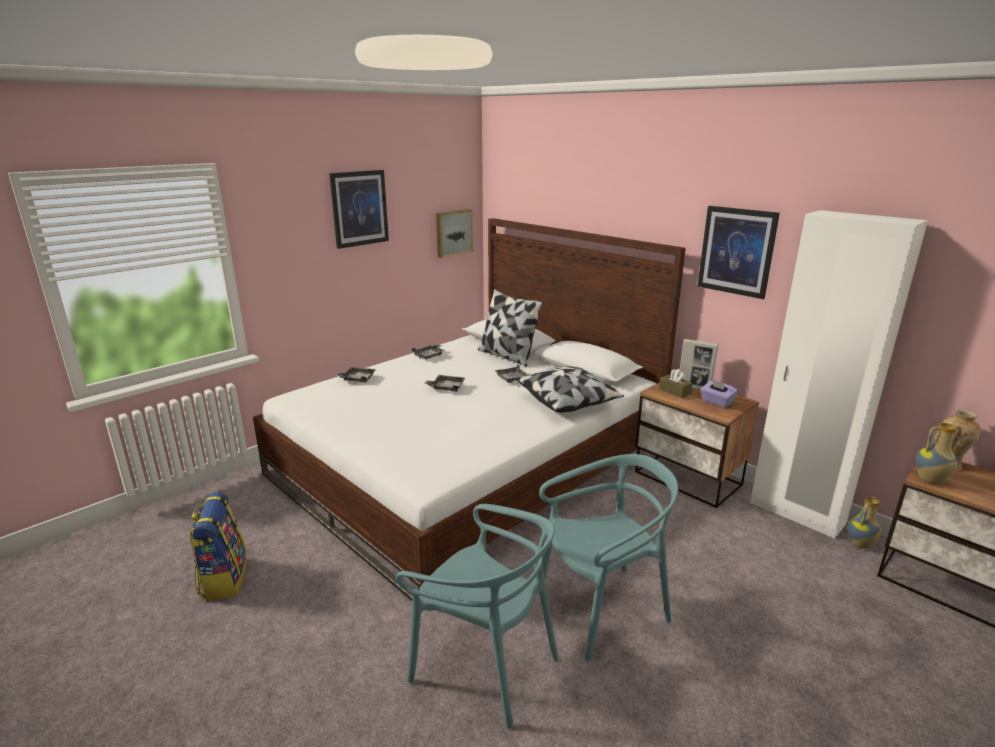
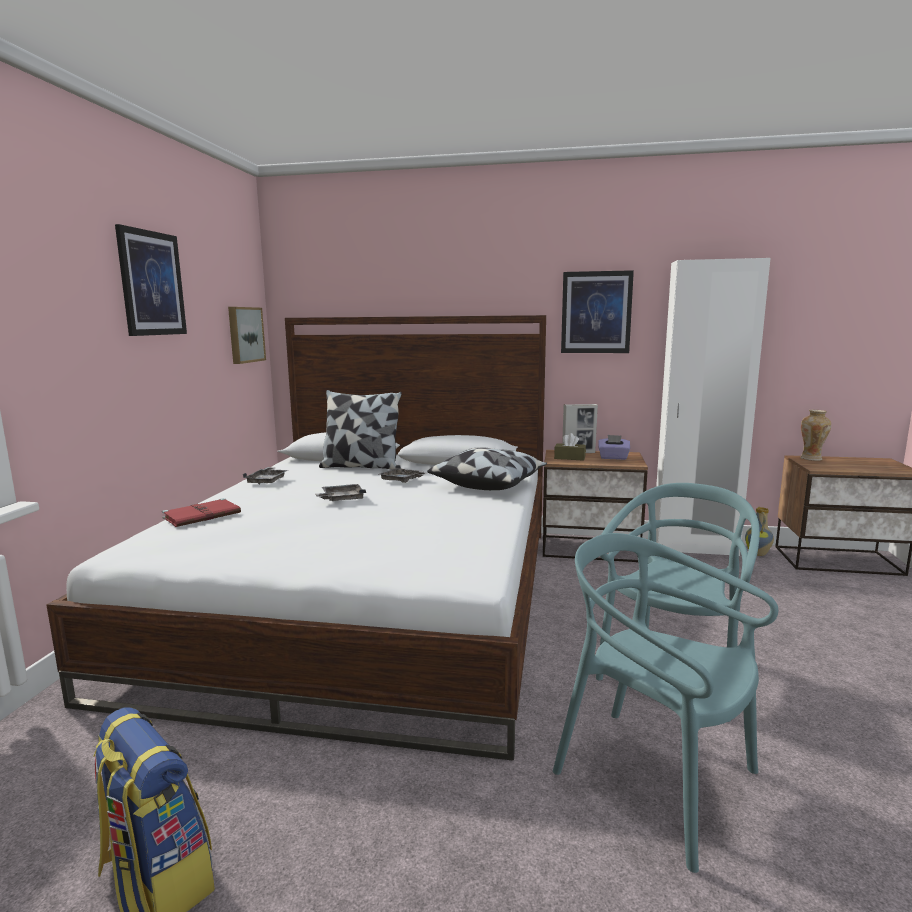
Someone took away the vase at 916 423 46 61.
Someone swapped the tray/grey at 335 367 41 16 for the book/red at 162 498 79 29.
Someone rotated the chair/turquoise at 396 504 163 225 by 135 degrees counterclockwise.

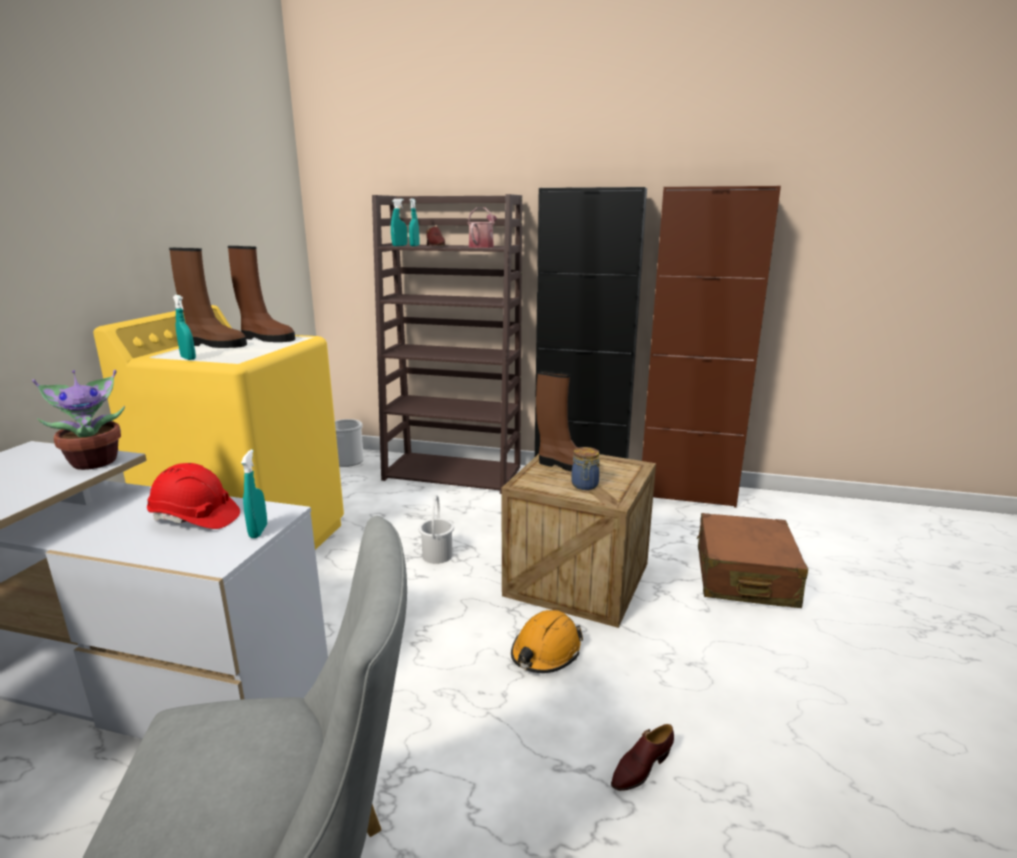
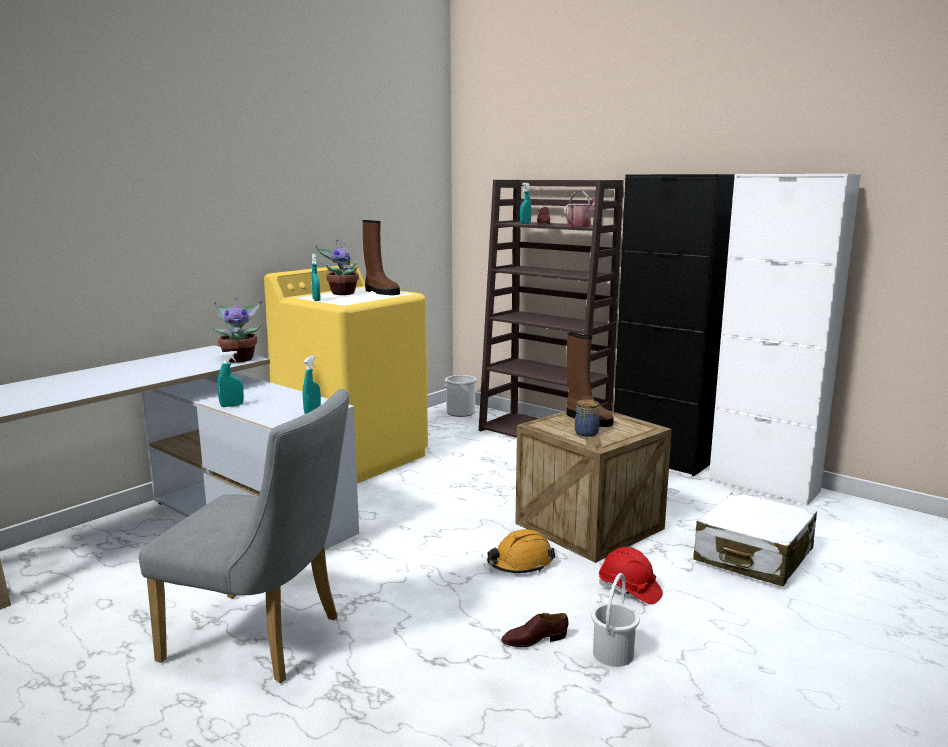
Someone carried the hard hat/red from 147 463 93 66 to 599 547 64 57.
Someone carried the spray bottle/turquoise from 391 199 17 47 to 217 351 27 56.
Someone carried the bucket/white from 418 495 36 69 to 591 573 49 94.
Someone swapped the boot/brown at 169 248 78 100 for the potted plant at 315 240 44 55.
Someone repainted the cabinet/brown at 642 186 139 322, which became the cabinet/white at 709 174 152 332.
Someone repainted the suitcase/brown at 697 513 111 95, which became the suitcase/white at 693 492 124 94.

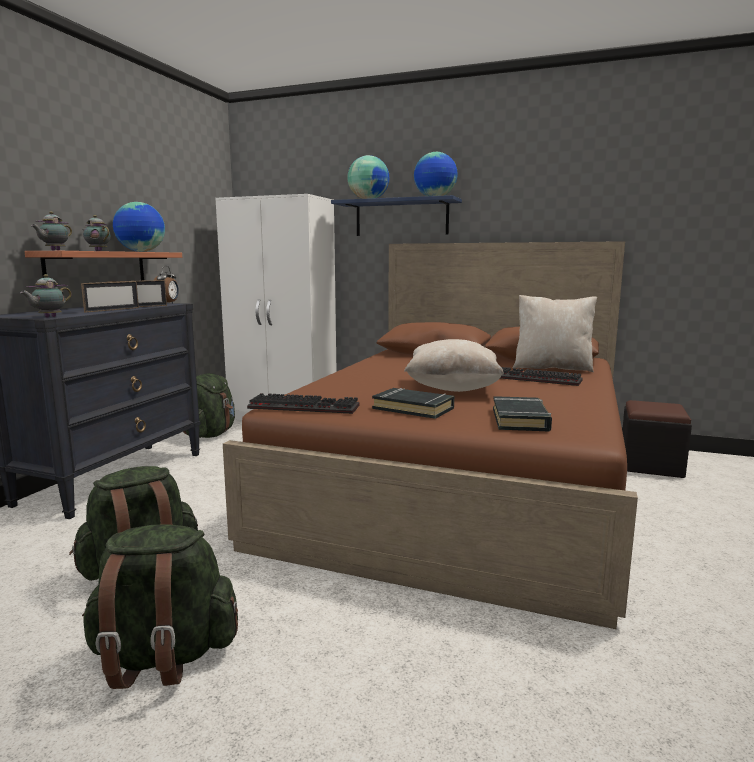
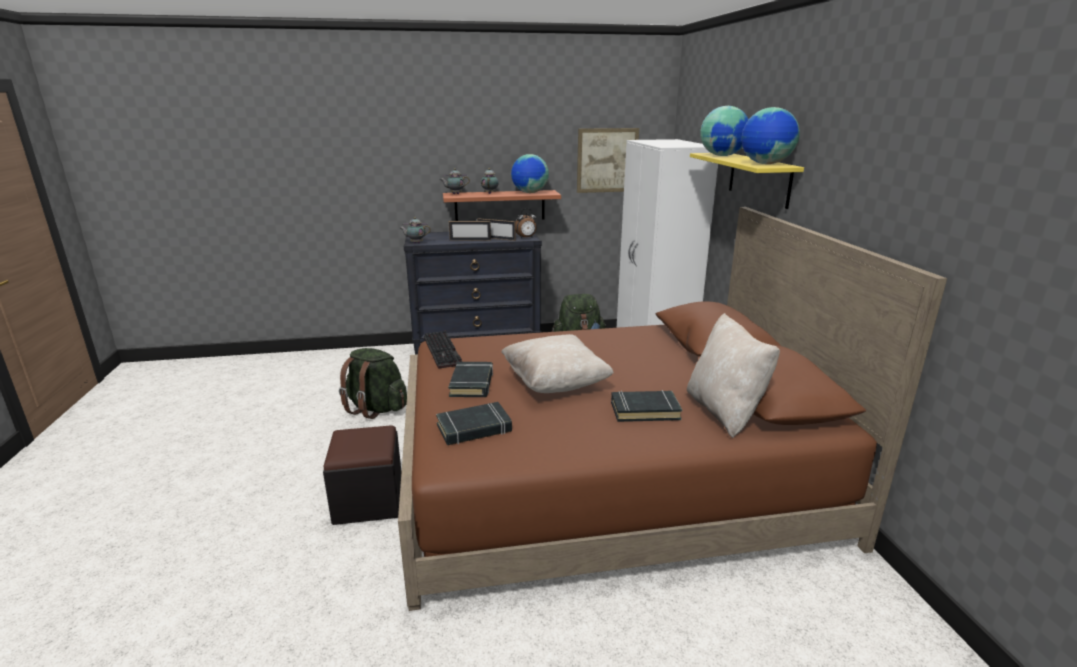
Someone took away the backpack/green at 82 524 156 165.
Someone put up the picture at 577 128 62 65.
Someone carried the ottoman/black from 622 400 70 78 to 323 425 78 100.
Someone swapped the keyboard at 500 367 83 19 for the book/black at 611 390 71 32.
Someone repainted the shelf/blue at 331 195 131 41, which became the shelf/yellow at 690 153 114 56.

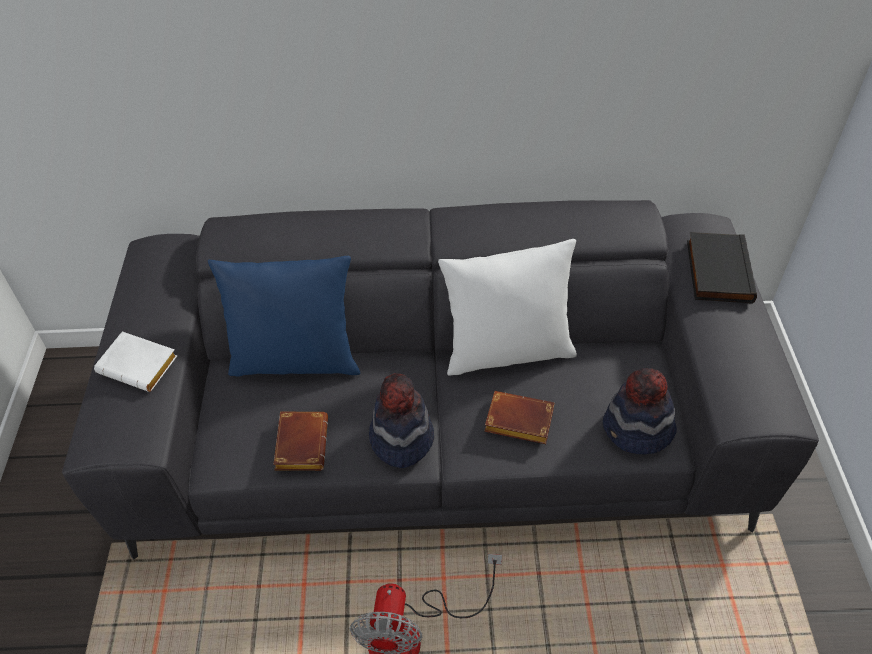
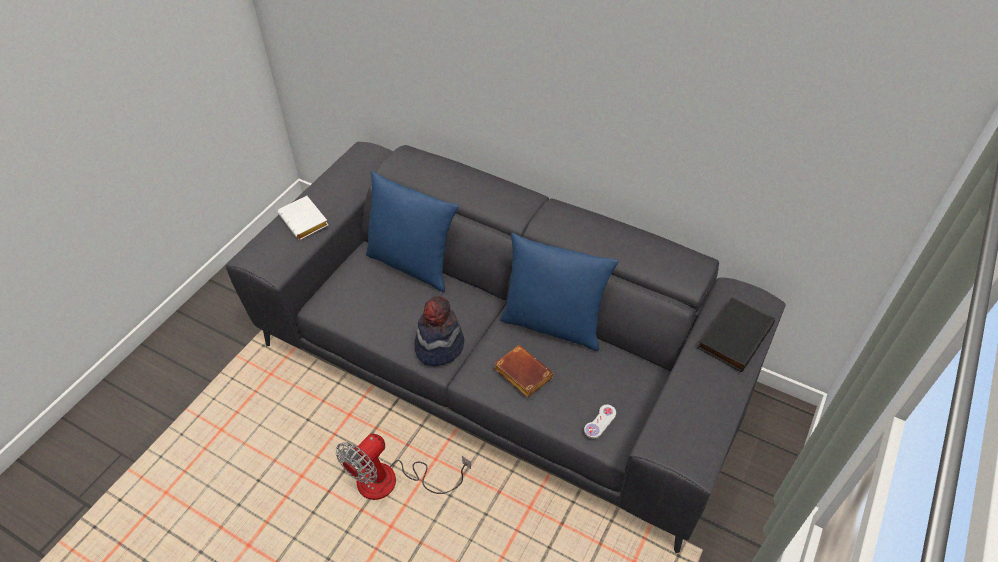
Someone took away the book/brown at 273 412 55 59.
Someone swapped the hat at 603 368 74 87 for the game controller/white at 584 405 32 34.
Someone repainted the pillow/white at 438 239 139 137, which became the pillow/blue at 500 233 118 118.

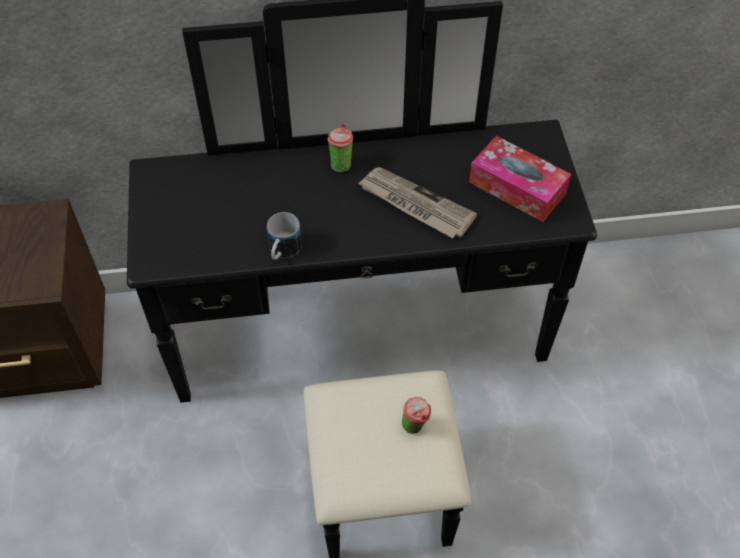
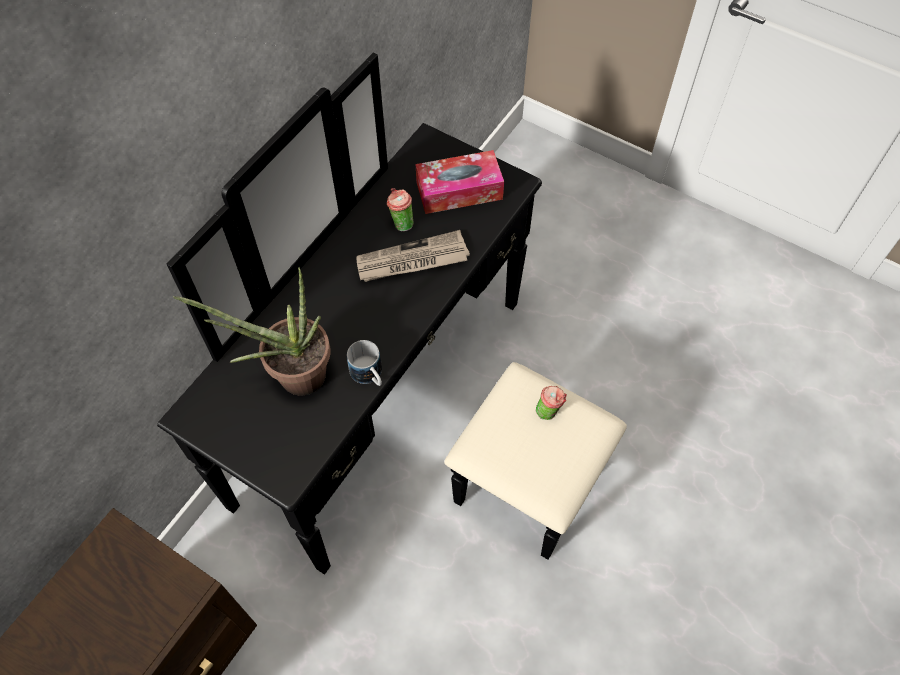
Someone put down the potted plant at 173 267 158 128.
Someone carried the cup from 327 124 26 48 to 387 188 26 43.

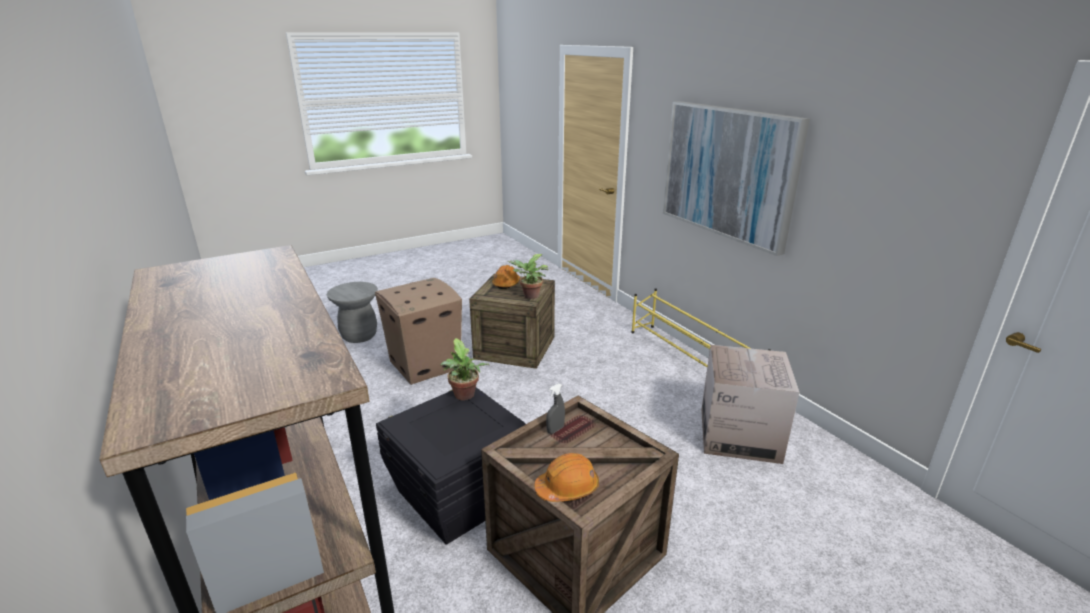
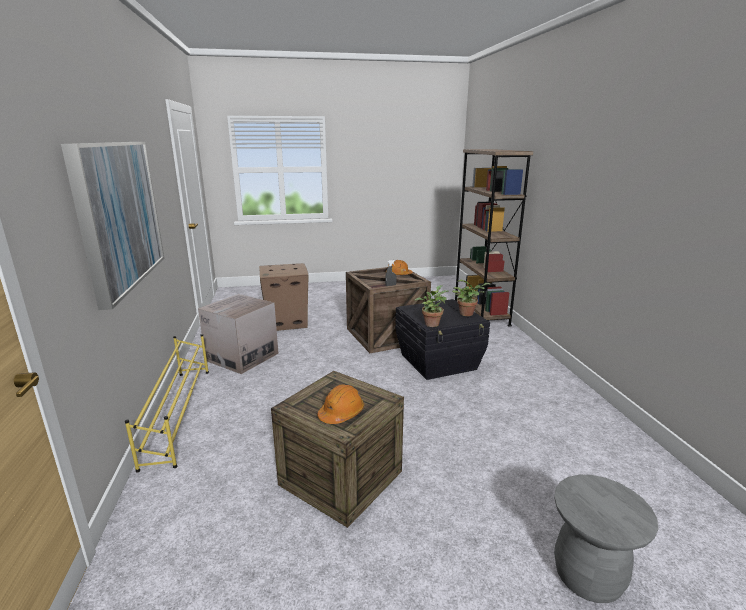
Someone carried the cardboard box from 375 278 87 107 to 259 263 50 68.
Someone carried the potted plant from 508 254 41 45 to 452 280 39 36.

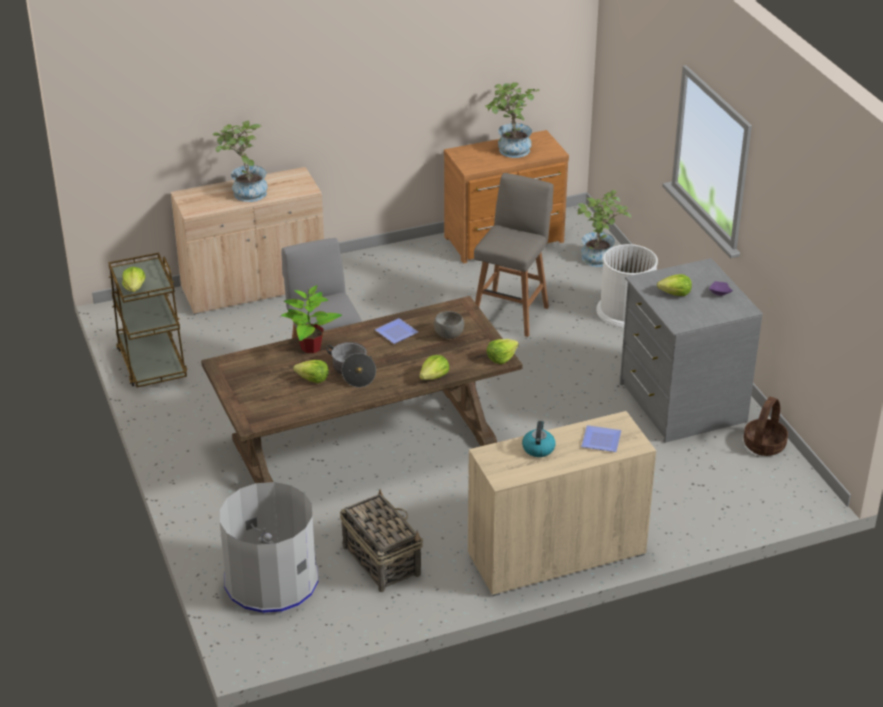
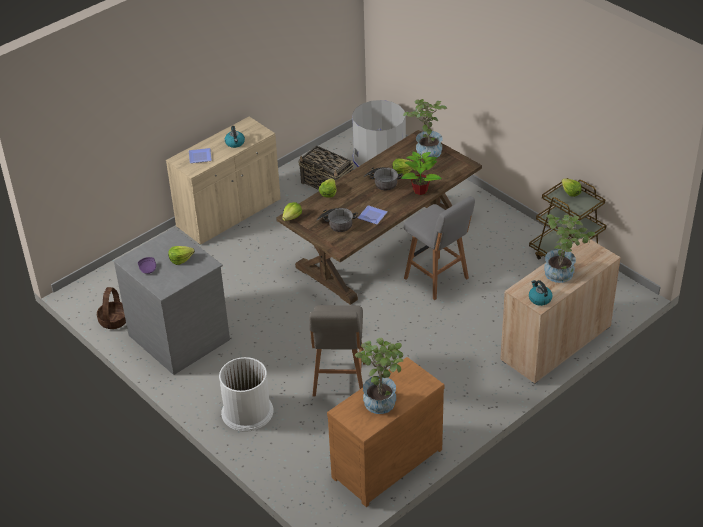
Someone put down the kettle at 529 280 23 26.
Someone carried the potted plant from 577 190 55 77 to 403 99 44 59.
Someone swapped the bowl/grey at 434 311 30 28 for the cooking pot at 316 208 42 24.

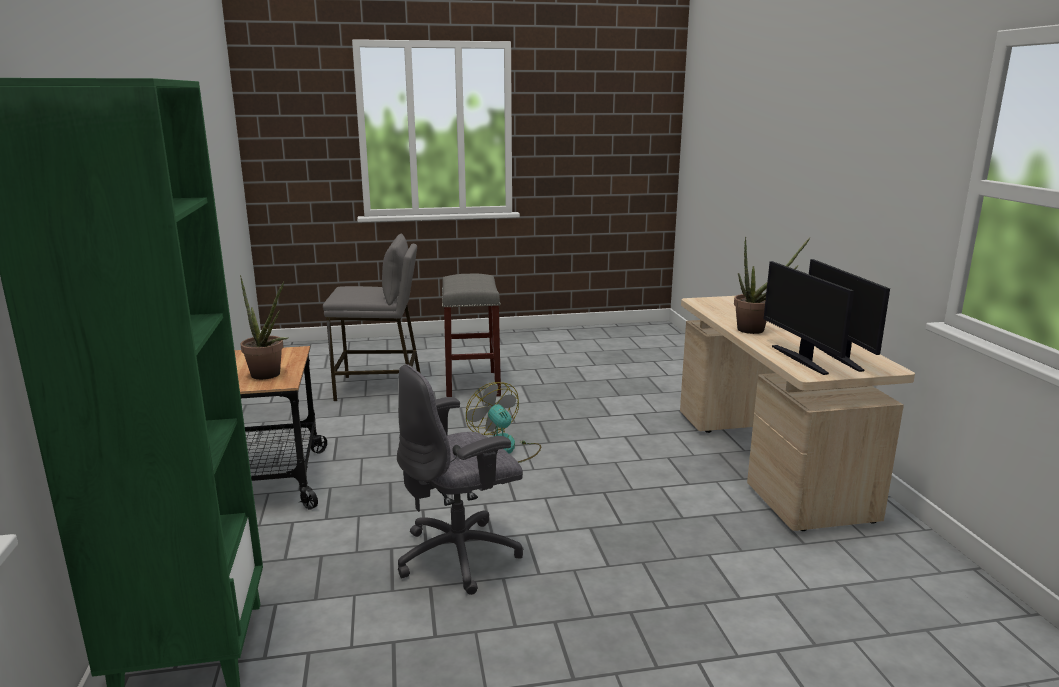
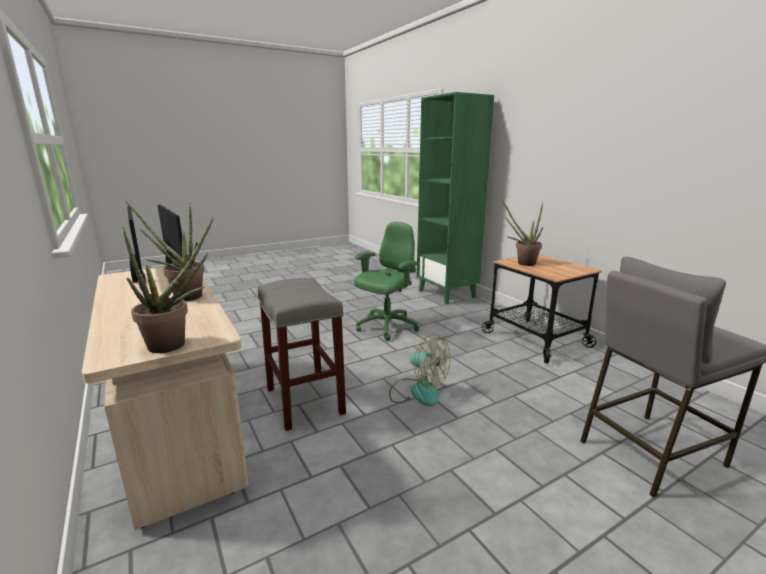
Someone put down the potted plant at 123 216 91 137.
Someone carried the stool/grey from 442 273 59 124 to 258 278 88 153.
Someone repainted the office chair/grey at 397 364 126 231, which became the office chair/green at 354 222 66 119.

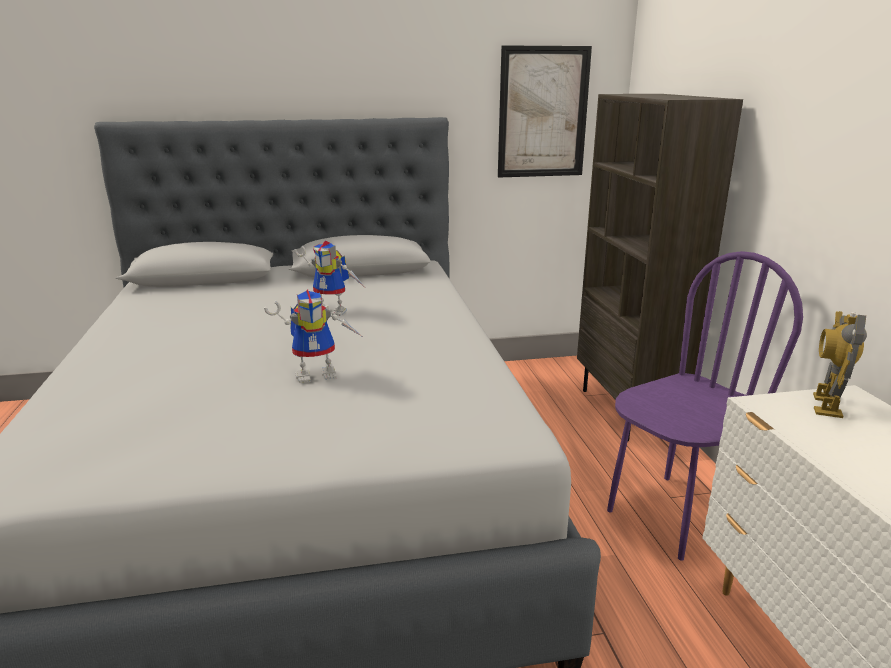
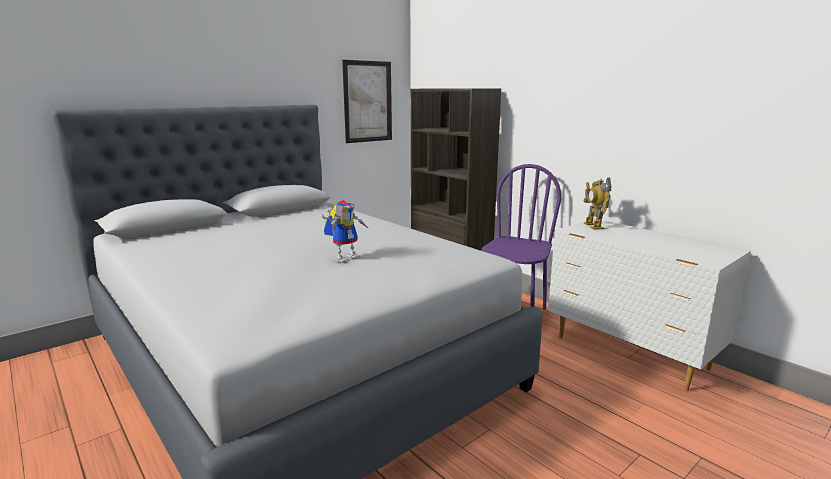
Someone took away the toy robot at 294 241 70 75.

